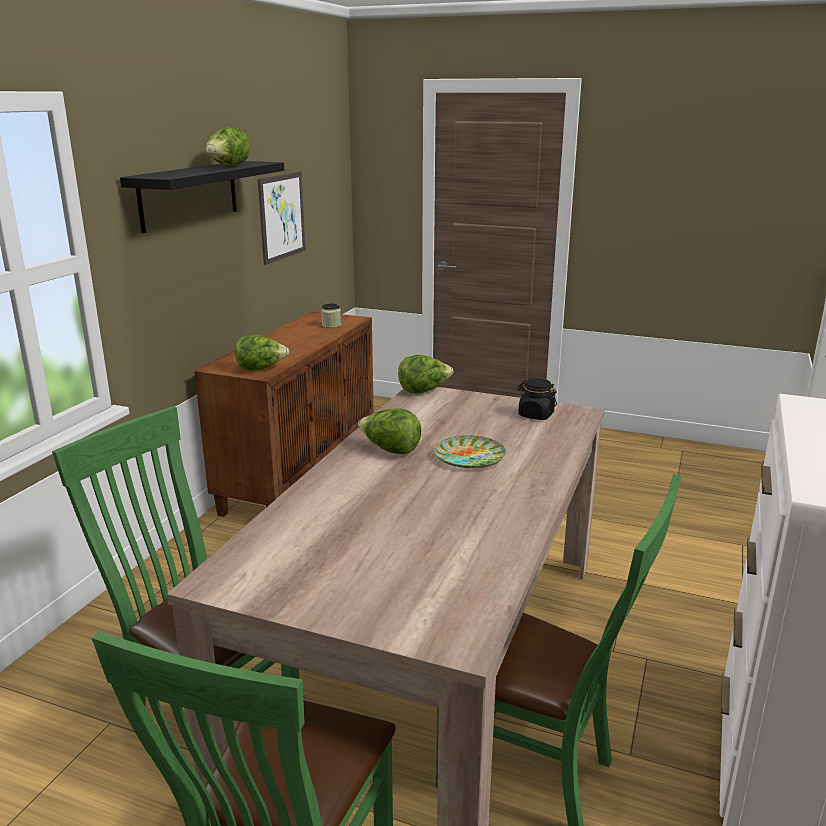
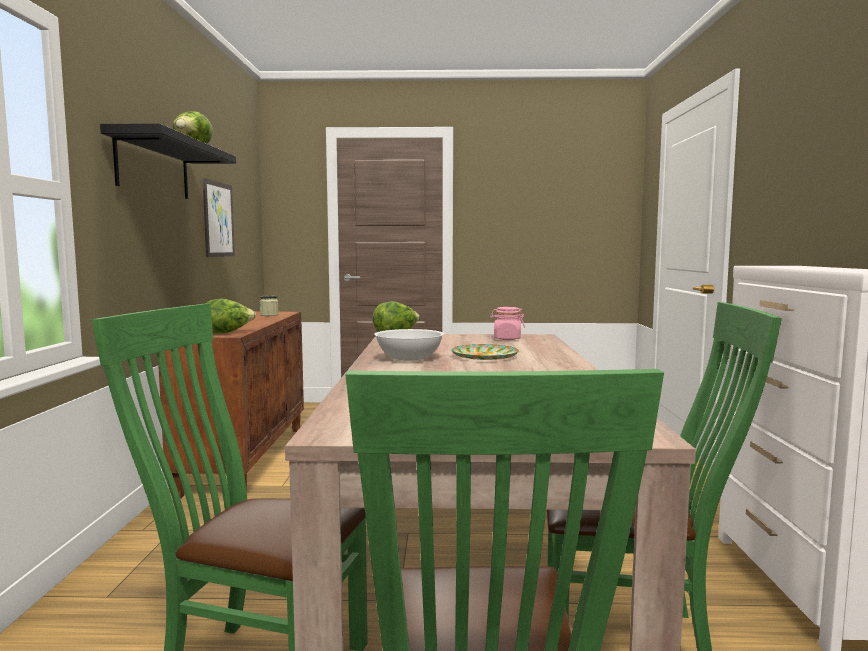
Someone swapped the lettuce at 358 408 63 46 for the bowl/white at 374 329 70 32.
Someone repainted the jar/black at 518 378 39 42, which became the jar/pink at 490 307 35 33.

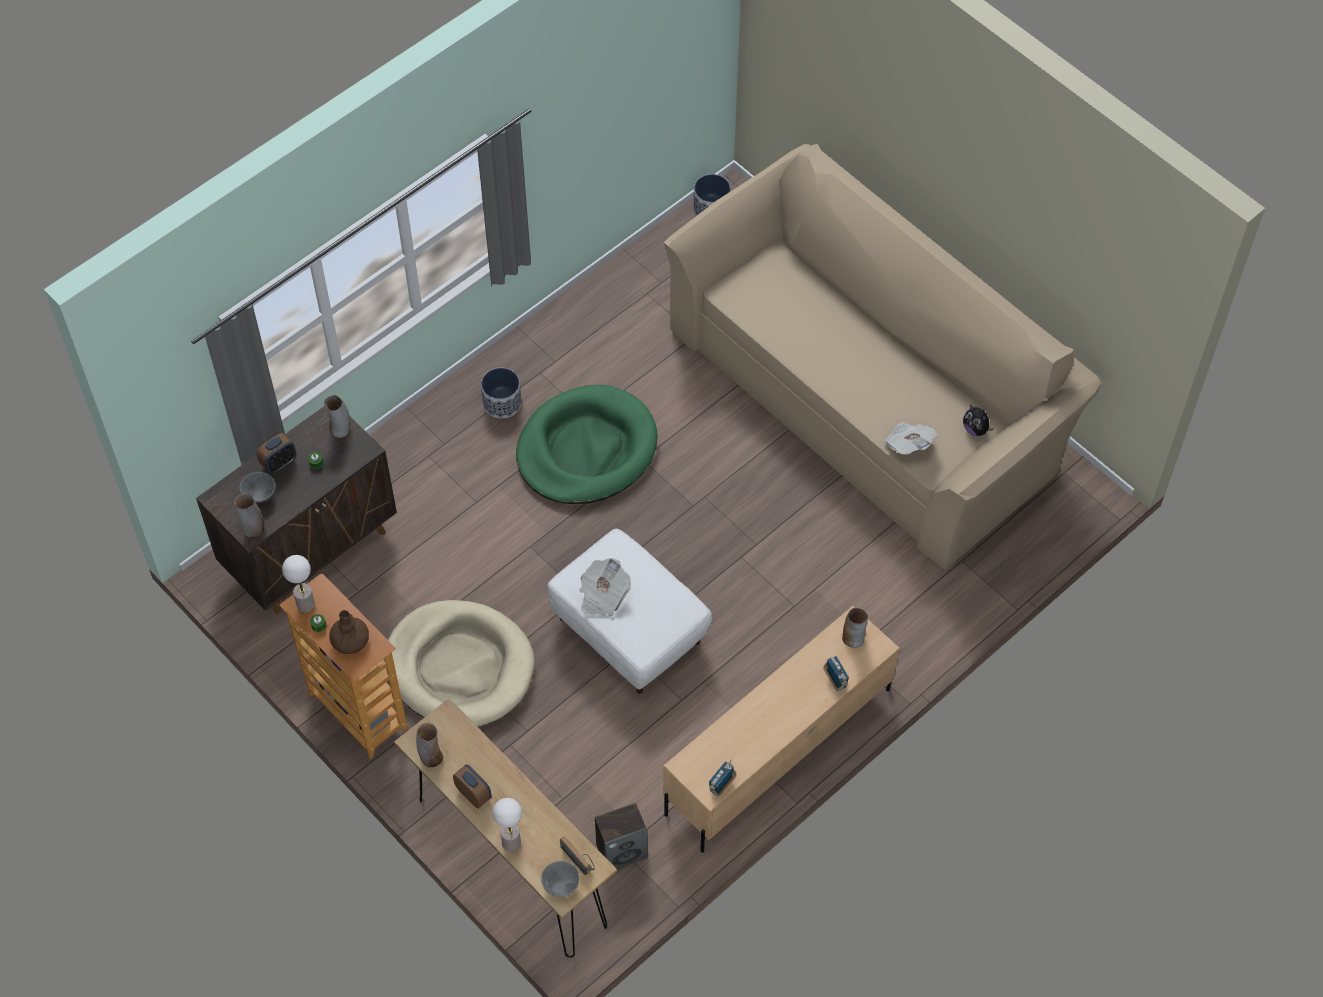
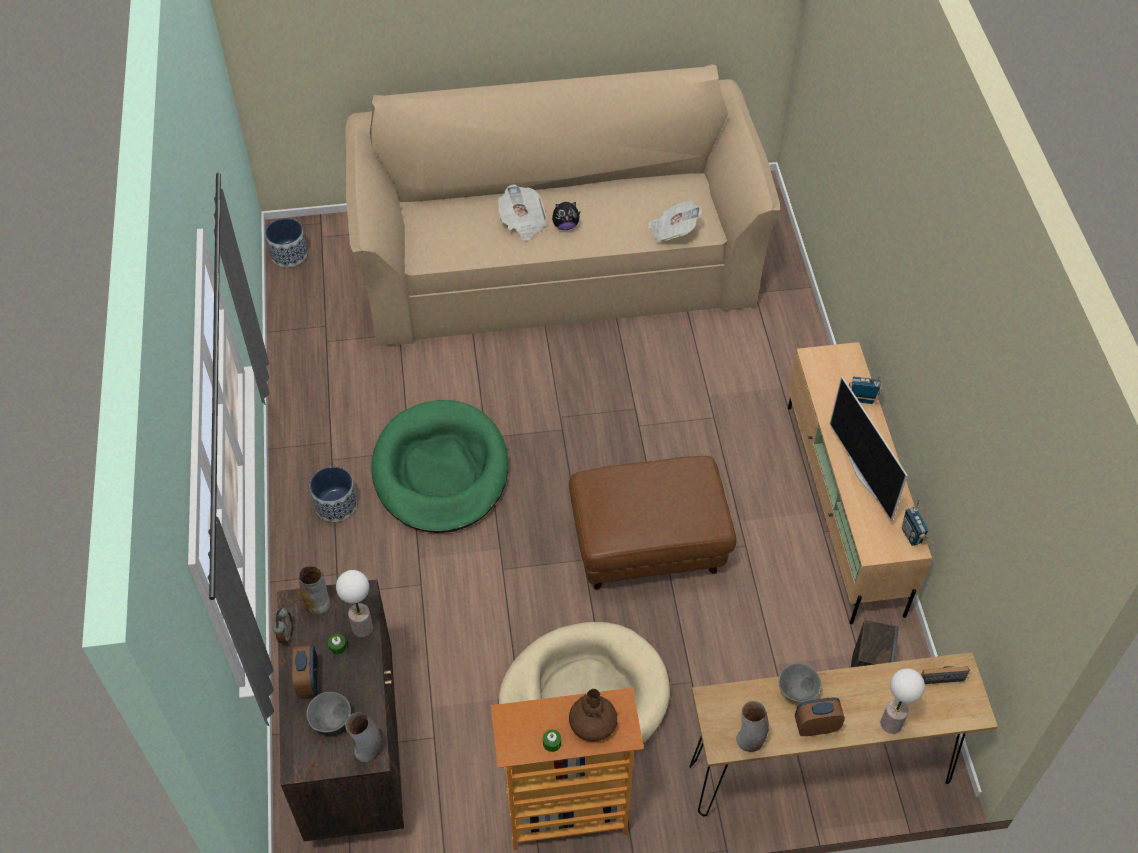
Someone took away the vase at 842 608 26 40.
Someone put down the alarm clock at 272 607 21 37.
Someone put down the television at 830 376 78 145.
Someone carried the table lamp from 282 555 33 58 to 336 570 37 67.
Someone carried the bowl/grey from 541 861 39 36 to 779 663 42 40.
Someone carried the newspaper from 579 558 52 58 to 498 184 49 57.
Someone carried the plush toy from 963 405 31 31 to 552 202 28 28.
Someone repainted the ottoman/white at 547 529 165 164, which became the ottoman/brown at 569 456 167 134.

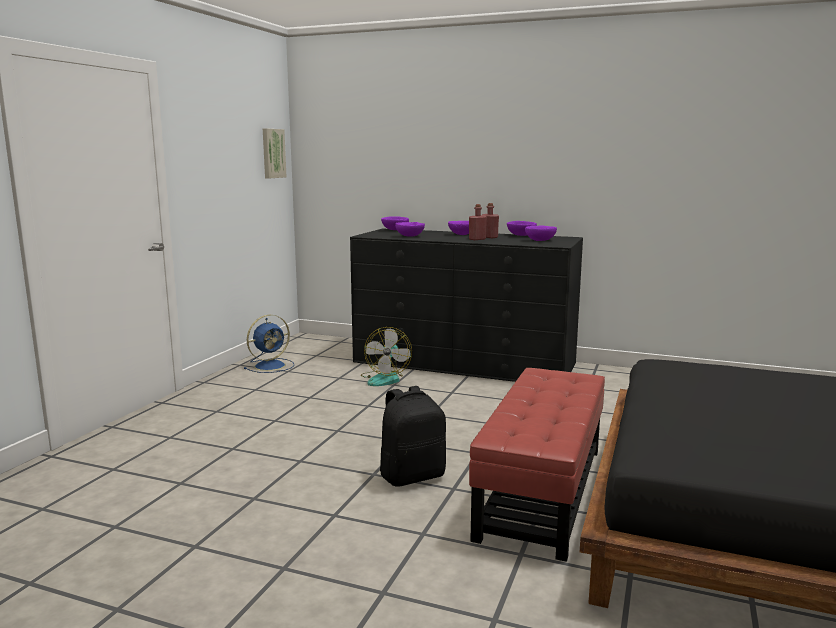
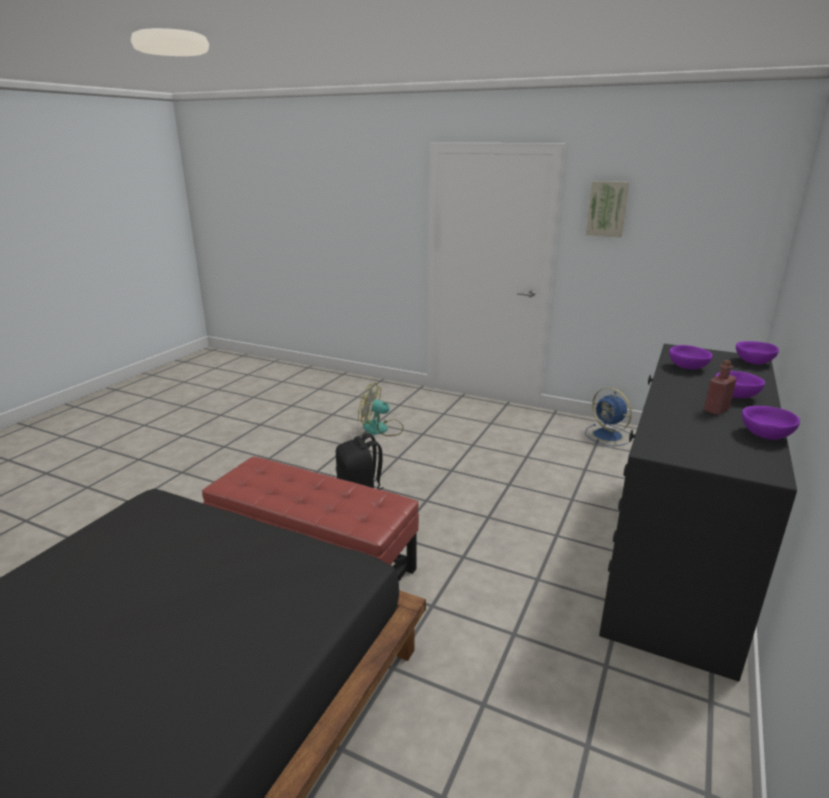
Someone took away the bottle/red at 469 204 18 36.
Someone took away the bowl/purple at 525 226 32 15.
Someone carried the picture from 263 128 24 51 to 586 181 43 56.
Someone carried the fan from 361 327 51 59 to 358 383 45 53.

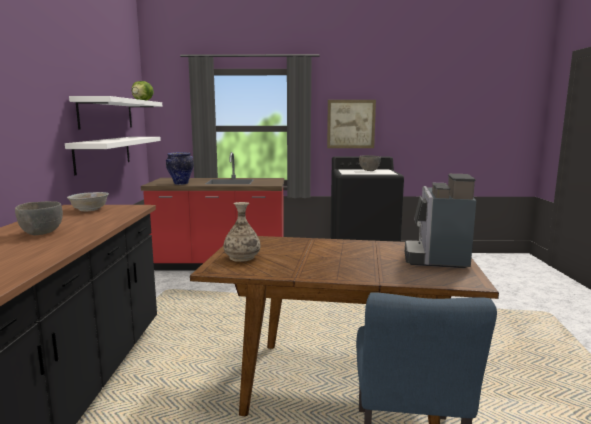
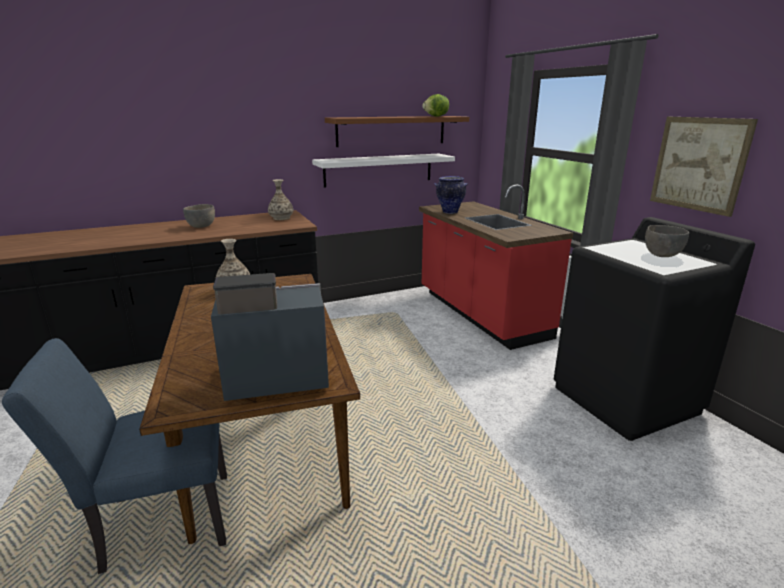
Someone swapped the bowl/white at 67 192 42 19 for the vase at 268 179 25 41.
Someone repainted the shelf/white at 69 96 93 33, which became the shelf/brown at 325 116 144 31.

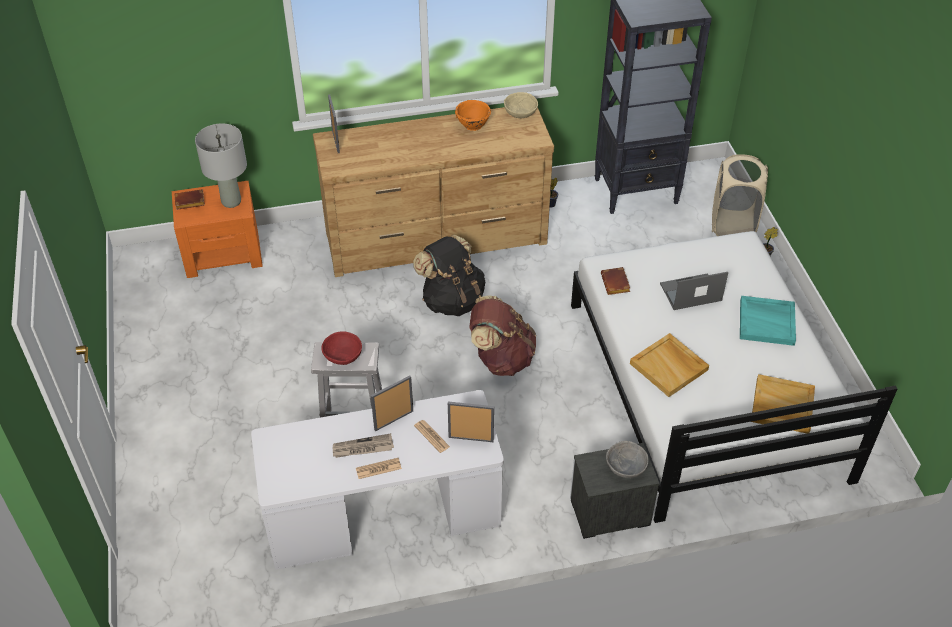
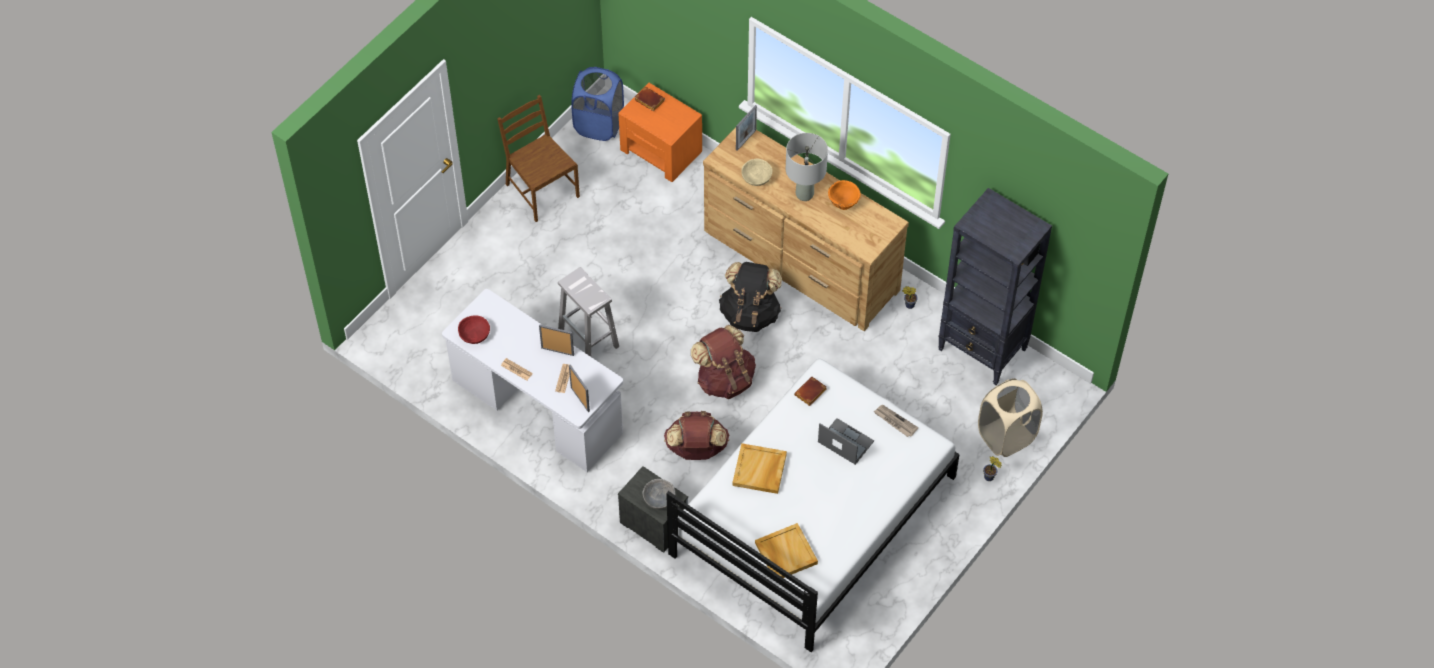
Someone took away the tray/turquoise at 740 296 56 50.
Someone put down the chair/brown at 497 95 83 127.
Someone put down the laundry basket/blue at 571 67 53 74.
Someone put down the backpack/brown at 664 411 65 49.
Someone carried the table lamp/grey from 195 123 52 85 to 786 133 42 68.
Someone carried the bowl/red from 321 331 41 34 to 458 316 32 28.
Someone carried the newspaper from 333 433 61 25 to 874 405 45 32.
Someone carried the bowl/beige from 504 92 34 26 to 741 159 32 27.

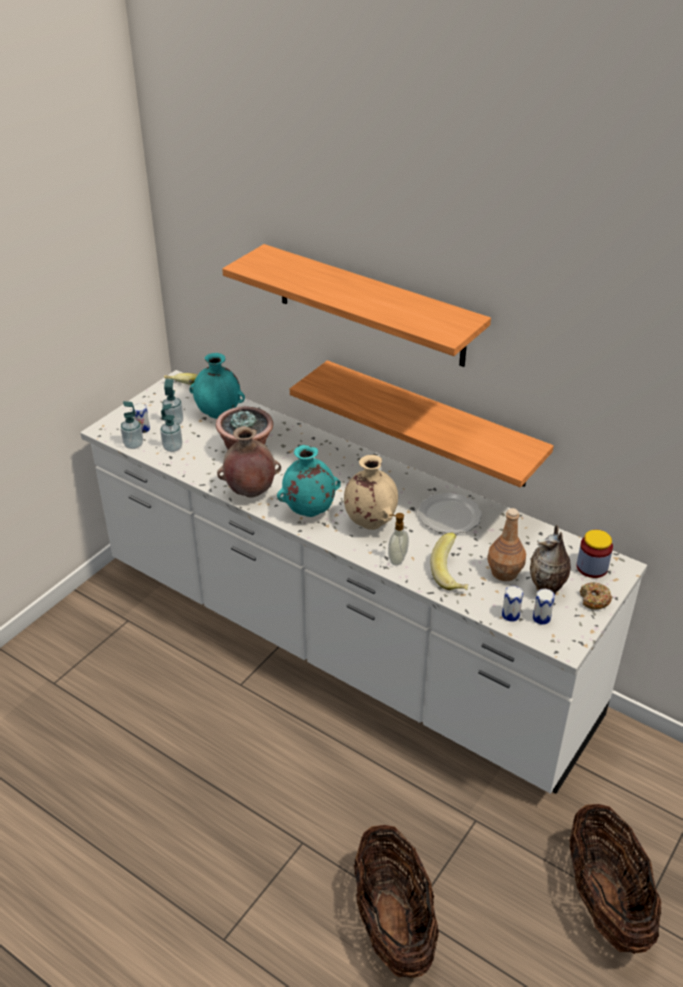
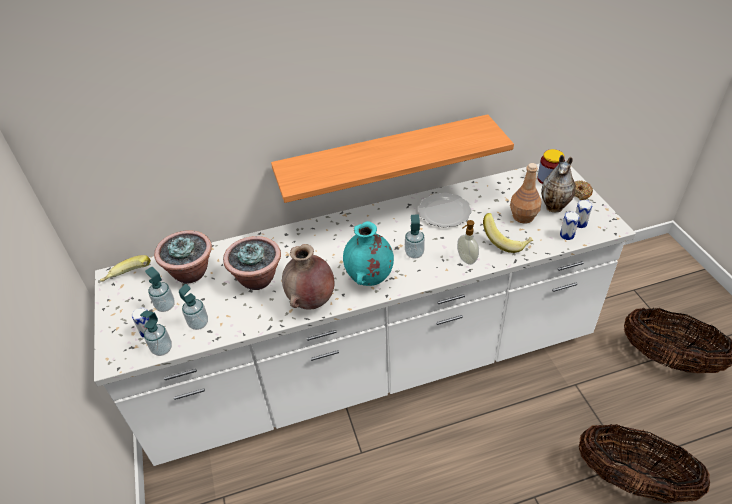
Someone took away the shelf at 222 244 269 123.
Someone swapped the vase/turquoise at 189 353 56 66 for the potted plant at 154 231 58 53.
Someone swapped the vase/beige at 344 455 54 75 for the soap dispenser at 405 214 20 45.

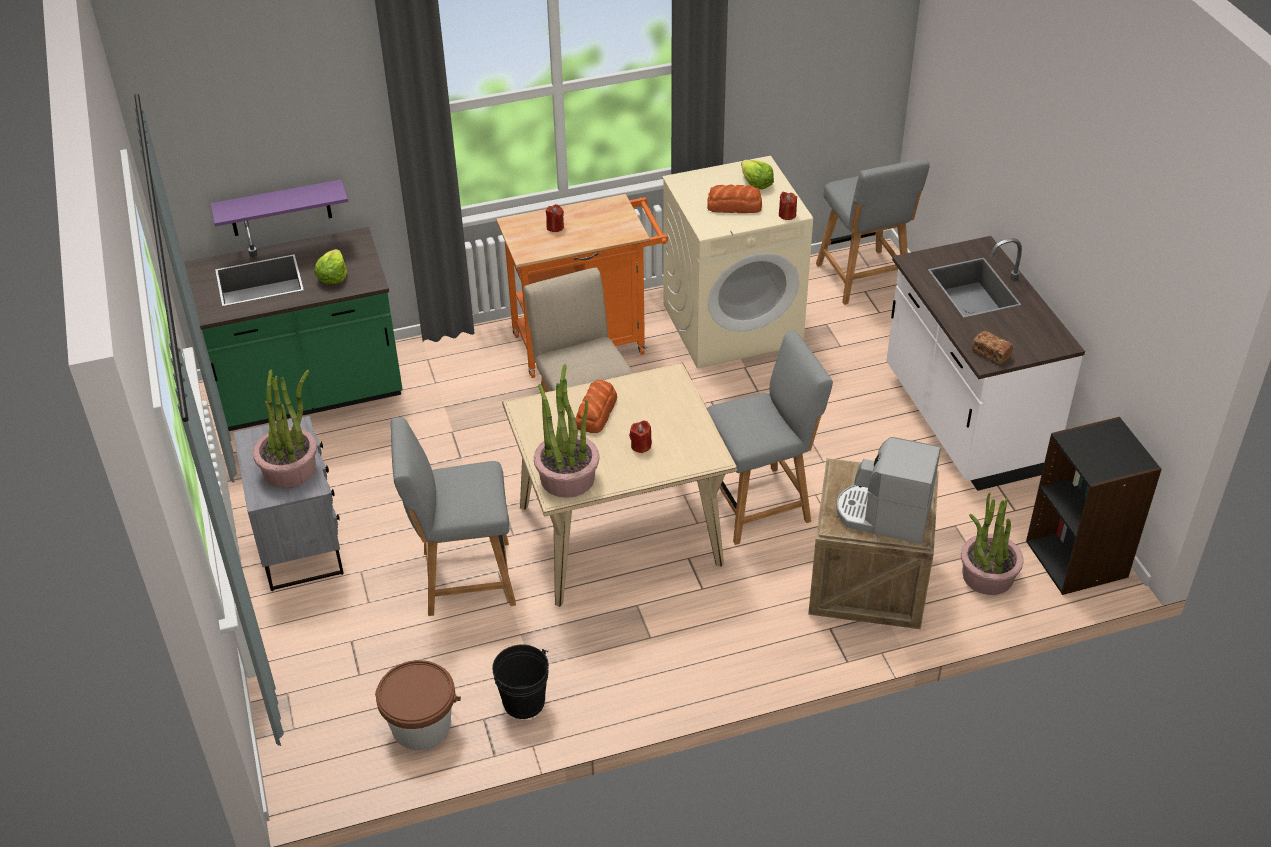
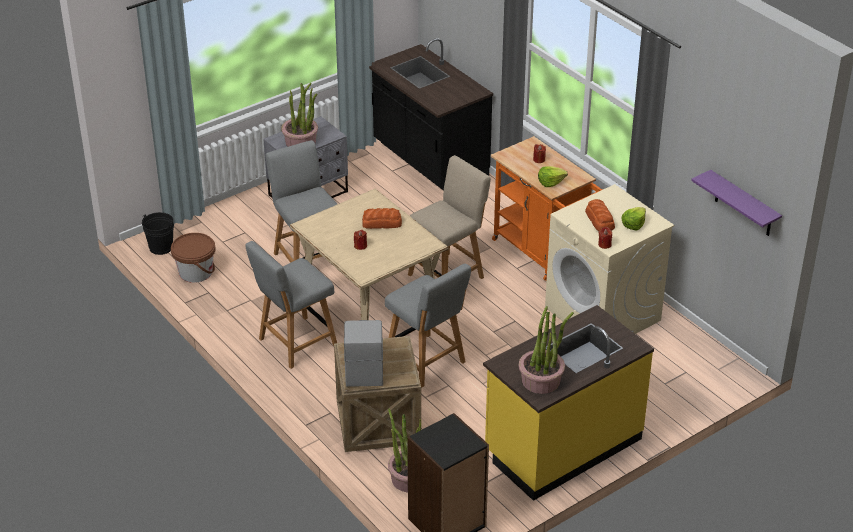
Someone took away the bread at 972 331 41 33.
Someone carried the shelf/purple from 210 179 138 57 to 691 170 91 66.
Someone carried the lettuce from 314 249 33 35 to 538 166 30 21.
Someone carried the bucket/black from 492 645 57 74 to 142 212 32 43.
Someone carried the potted plant from 534 364 65 134 to 519 306 55 88.
Someone carried the chair/grey from 816 158 113 147 to 245 241 92 128.
Someone repainted the counter/green at 184 220 219 211, which became the counter/black at 369 38 124 153.
Someone repainted the counter/white at 886 236 199 255, which became the counter/yellow at 483 305 171 196.

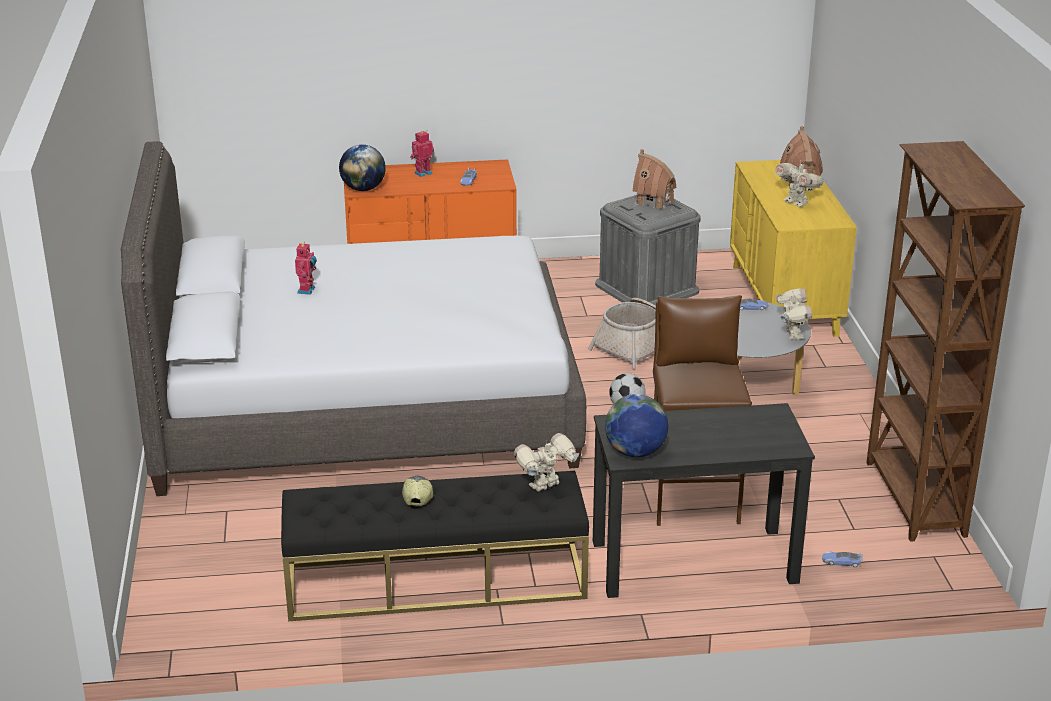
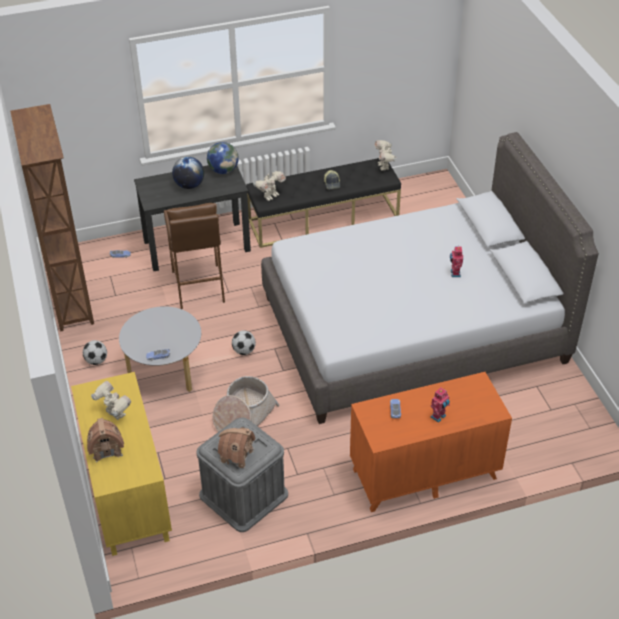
Someone put down the football at 83 340 24 25.
Someone carried the globe from 339 144 47 47 to 172 157 32 32.
Someone carried the toy robot from 776 288 36 52 to 375 140 22 31.

